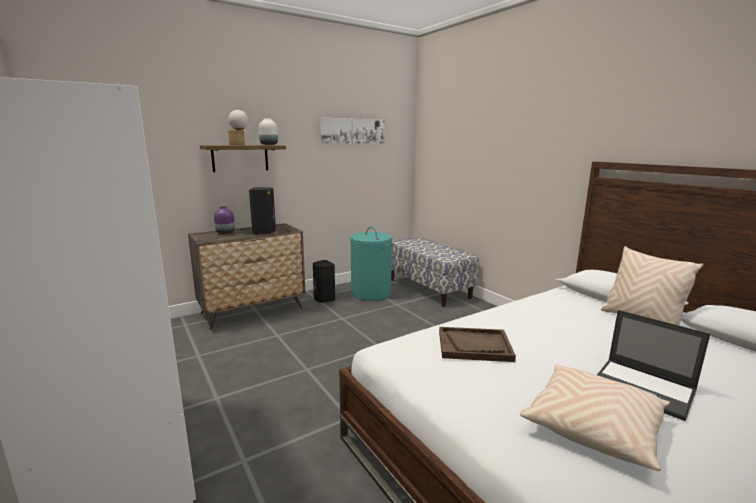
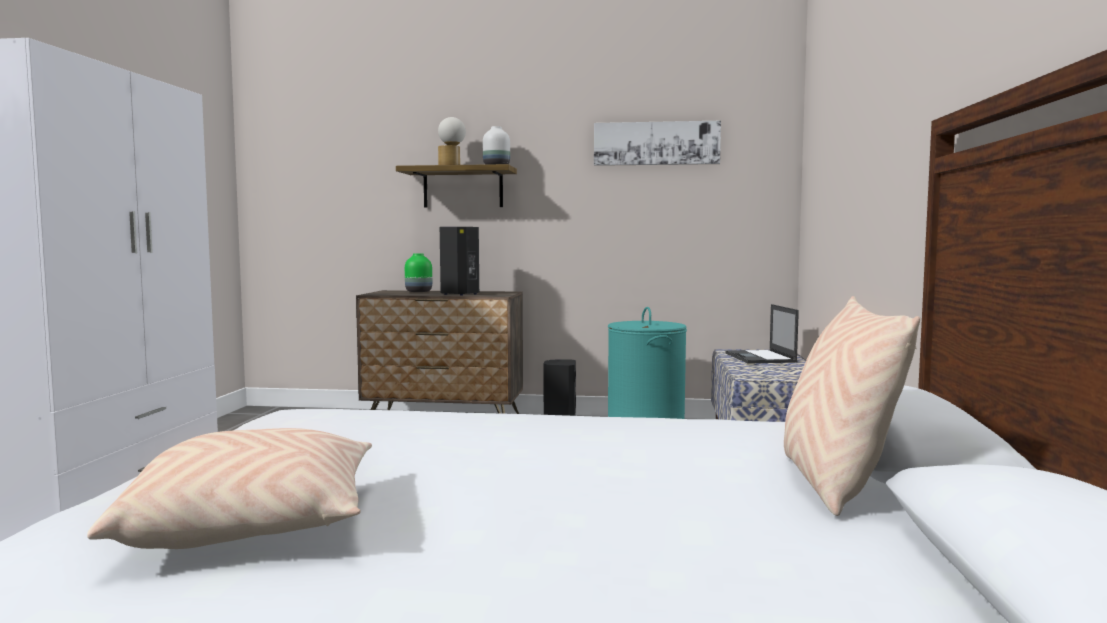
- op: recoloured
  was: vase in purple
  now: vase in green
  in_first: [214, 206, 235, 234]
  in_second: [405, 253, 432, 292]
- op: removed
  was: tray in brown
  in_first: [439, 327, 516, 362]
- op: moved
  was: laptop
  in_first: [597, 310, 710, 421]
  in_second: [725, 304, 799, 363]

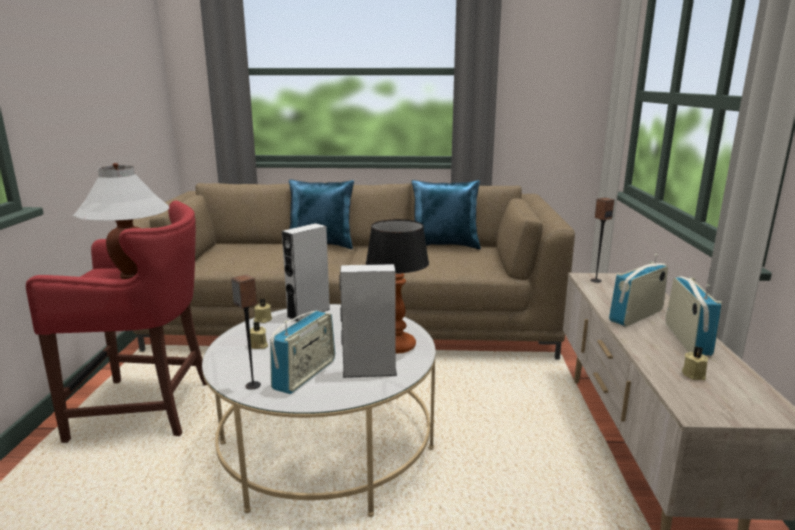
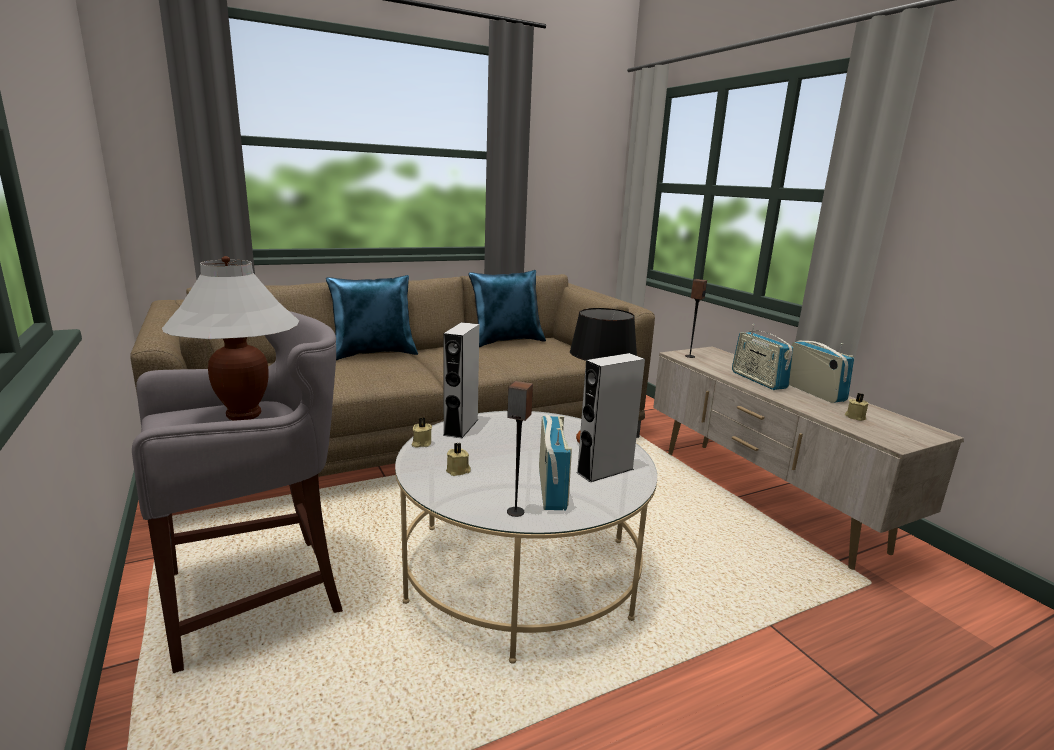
- op: recoloured
  was: stool in red
  now: stool in grey
  in_first: [26, 200, 207, 443]
  in_second: [132, 311, 343, 673]
- op: turned
  was: radio
  in_first: [609, 254, 668, 327]
  in_second: [732, 324, 794, 390]
  clockwise: -45

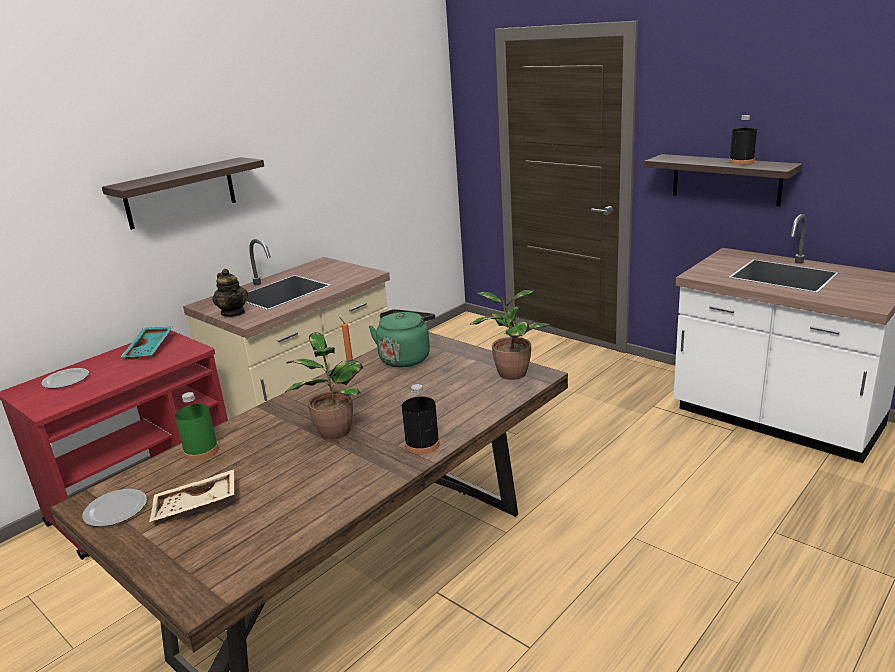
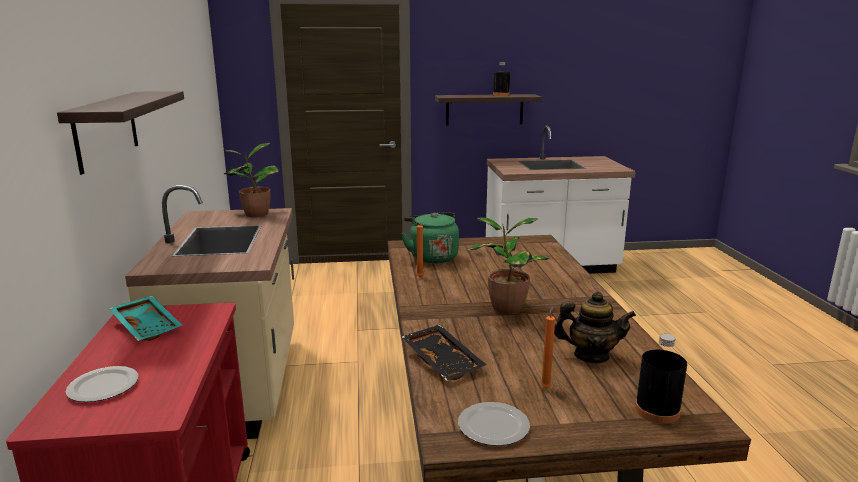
- op: replaced
  was: tray in beige
  now: candle in orange
  in_first: [149, 469, 234, 522]
  in_second: [541, 306, 555, 389]
- op: replaced
  was: bottle in green
  now: tray in black
  in_first: [175, 392, 219, 461]
  in_second: [402, 324, 487, 381]
- op: moved
  was: teapot
  in_first: [212, 269, 248, 317]
  in_second: [554, 291, 636, 363]
- op: moved
  was: bottle in black
  in_first: [402, 384, 440, 455]
  in_second: [635, 334, 687, 424]
- op: moved
  was: potted plant
  in_first: [470, 290, 549, 380]
  in_second: [223, 143, 280, 217]

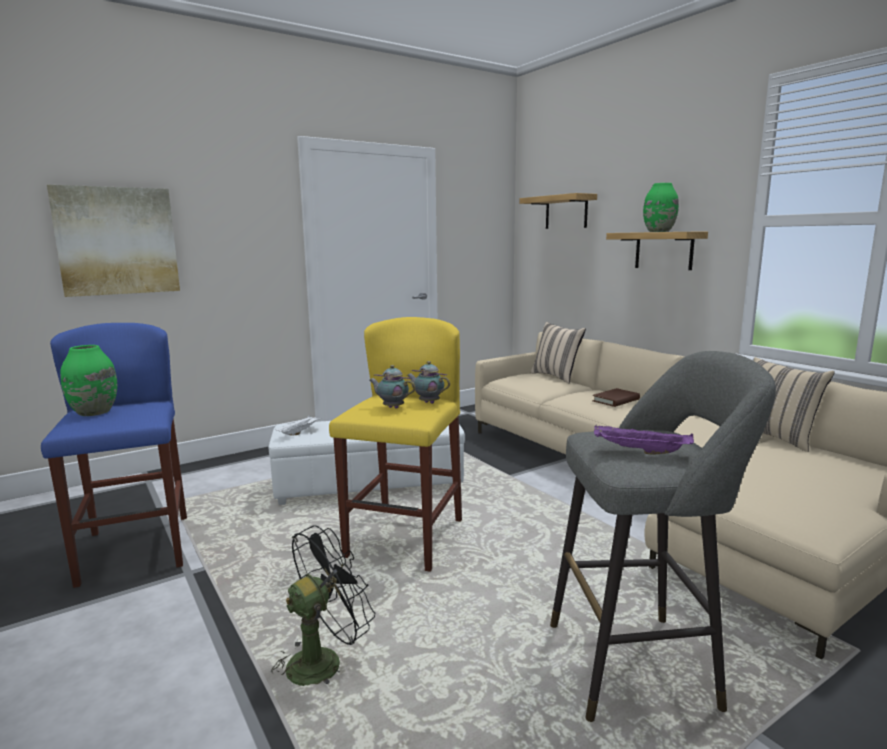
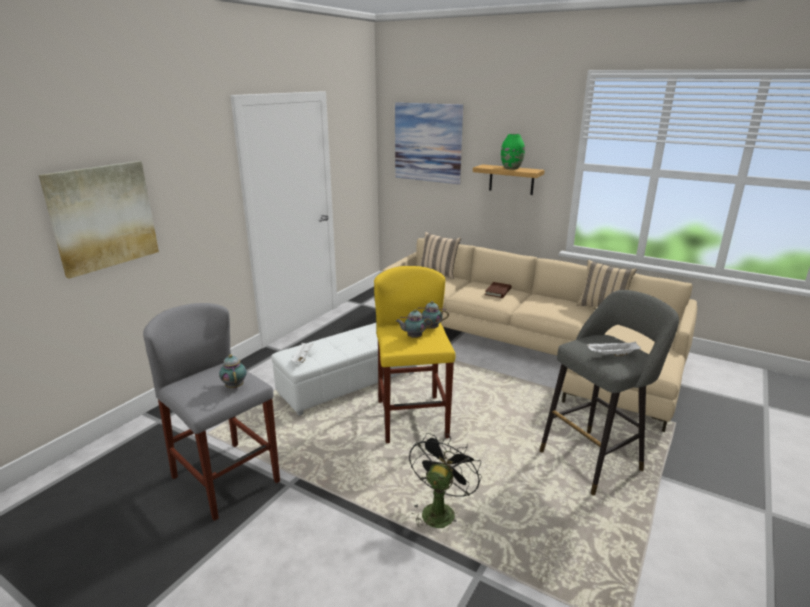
- op: recoloured
  was: stool in blue
  now: stool in grey
  in_first: [41, 323, 187, 588]
  in_second: [143, 303, 280, 521]
- op: removed
  was: vase in green
  in_first: [60, 345, 117, 416]
- op: replaced
  was: shelf
  now: picture
  in_first: [519, 193, 597, 229]
  in_second: [395, 103, 463, 184]
- op: recoloured
  was: tray in purple
  now: tray in white
  in_first: [594, 425, 694, 455]
  in_second: [587, 341, 641, 356]
- op: added
  now: teapot
  in_second: [219, 354, 247, 389]

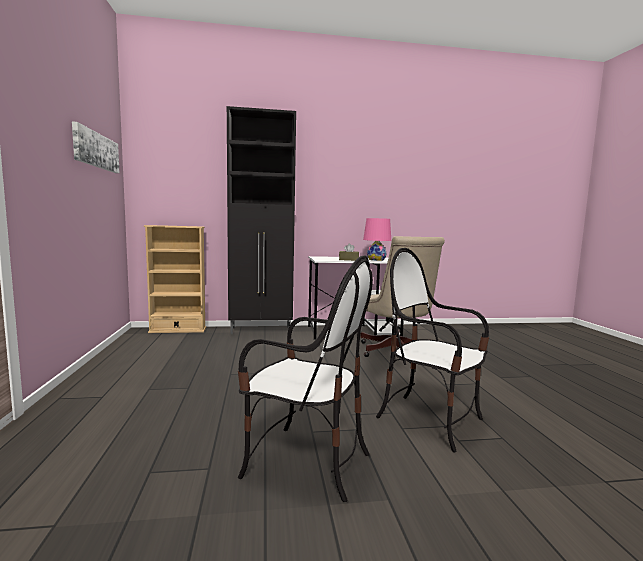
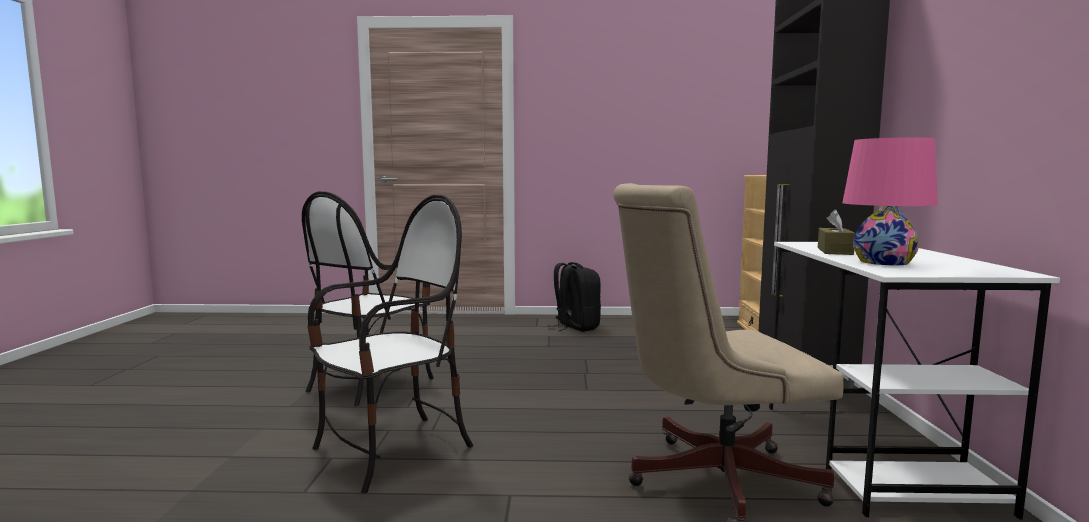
- op: removed
  was: picture
  in_first: [72, 121, 119, 173]
- op: added
  now: backpack in black
  in_second: [554, 262, 601, 332]

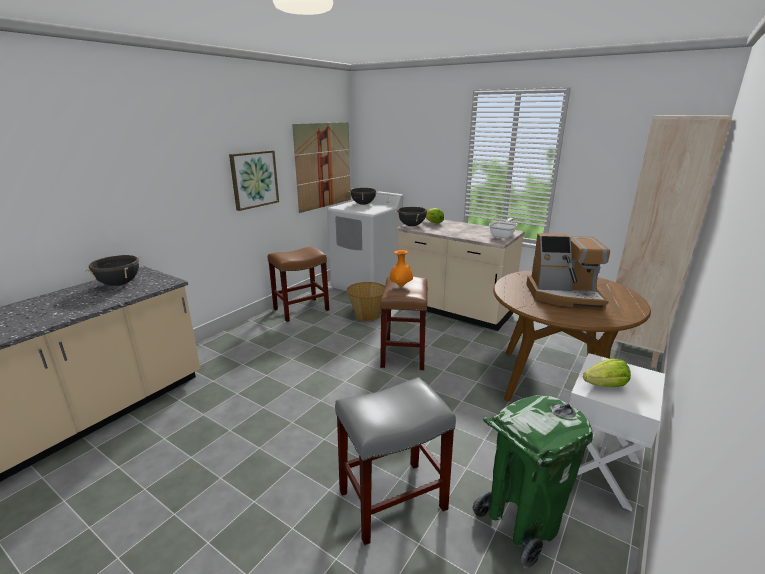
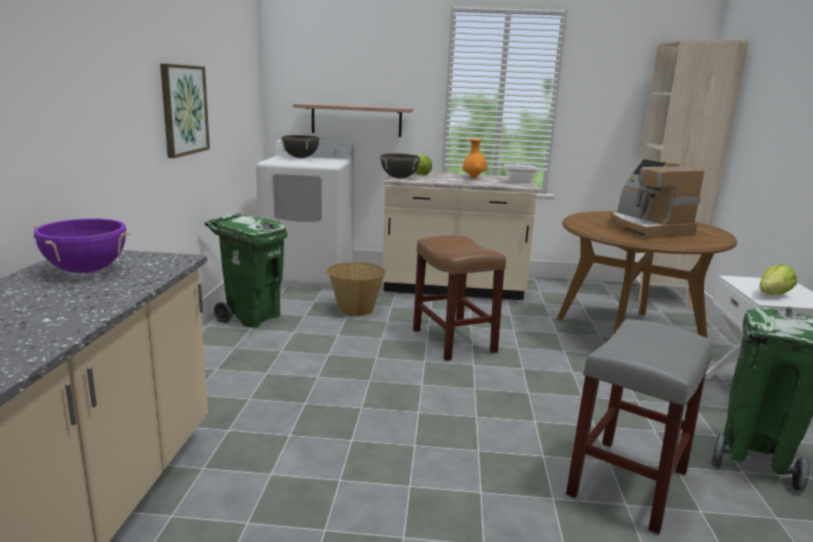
- op: recoloured
  was: cooking pot in black
  now: cooking pot in purple
  in_first: [84, 255, 142, 286]
  in_second: [34, 218, 130, 273]
- op: replaced
  was: stool in brown
  now: trash can in green
  in_first: [268, 247, 329, 322]
  in_second: [204, 214, 287, 328]
- op: removed
  was: picture
  in_first: [292, 122, 351, 213]
- op: moved
  was: vase in orange
  in_first: [390, 250, 413, 287]
  in_second: [462, 139, 487, 178]
- op: turned
  was: coffee machine
  in_first: [526, 233, 610, 310]
  in_second: [610, 159, 704, 239]
  clockwise: 90
- op: added
  now: shelf
  in_second: [293, 103, 413, 137]

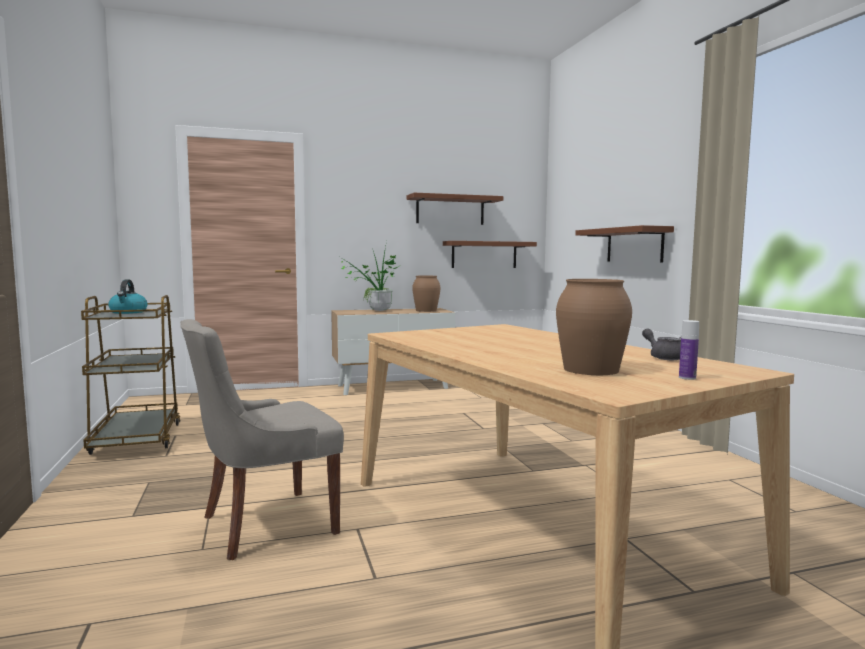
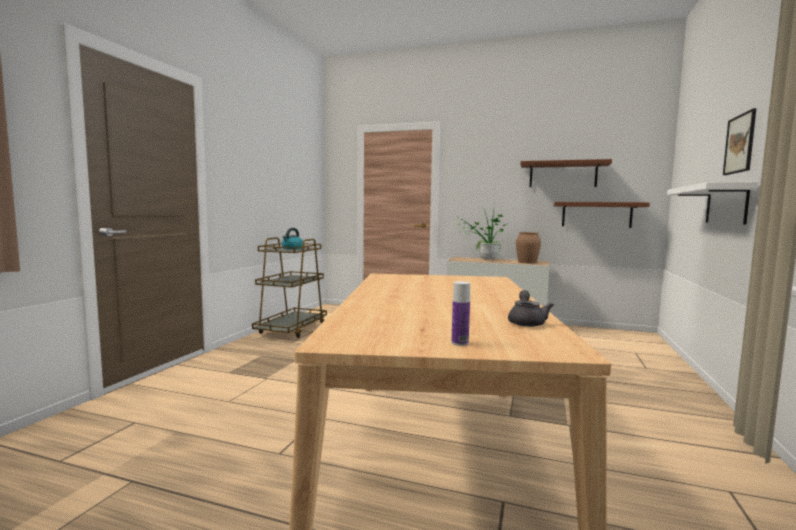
- op: removed
  was: chair in grey
  in_first: [180, 319, 344, 560]
- op: removed
  was: vase in brown
  in_first: [556, 279, 632, 375]
- op: recoloured
  was: shelf in brown
  now: shelf in white
  in_first: [575, 225, 674, 263]
  in_second: [667, 182, 758, 224]
- op: added
  now: picture
  in_second: [723, 108, 756, 175]

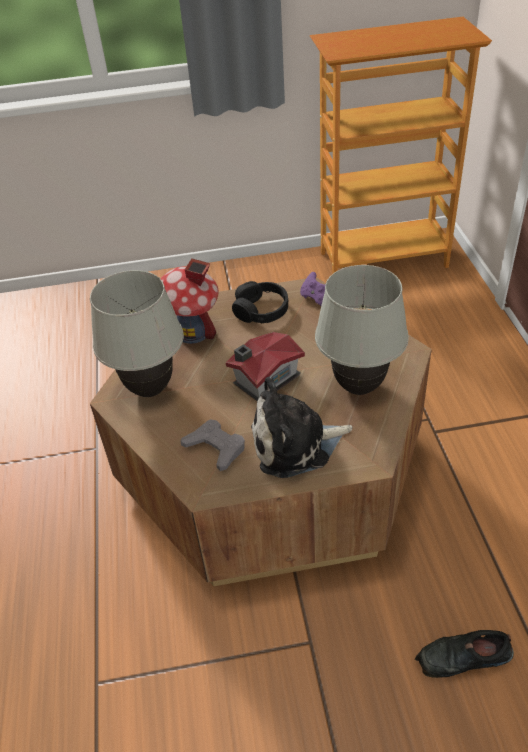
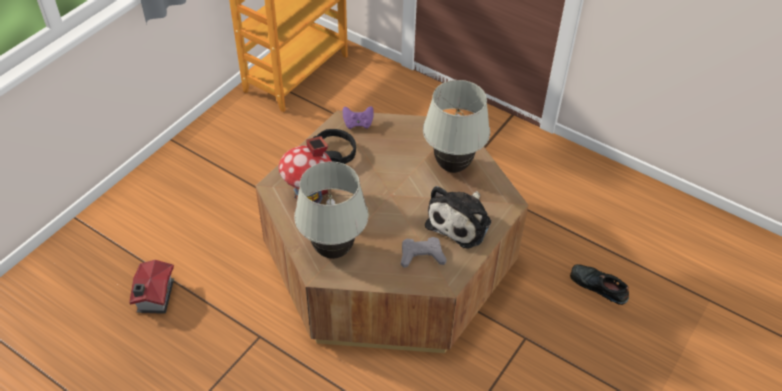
- op: moved
  was: toy house
  in_first: [226, 332, 305, 401]
  in_second: [129, 260, 174, 314]
- op: turned
  was: shoe in black
  in_first: [414, 630, 514, 678]
  in_second: [570, 264, 629, 305]
  clockwise: 90

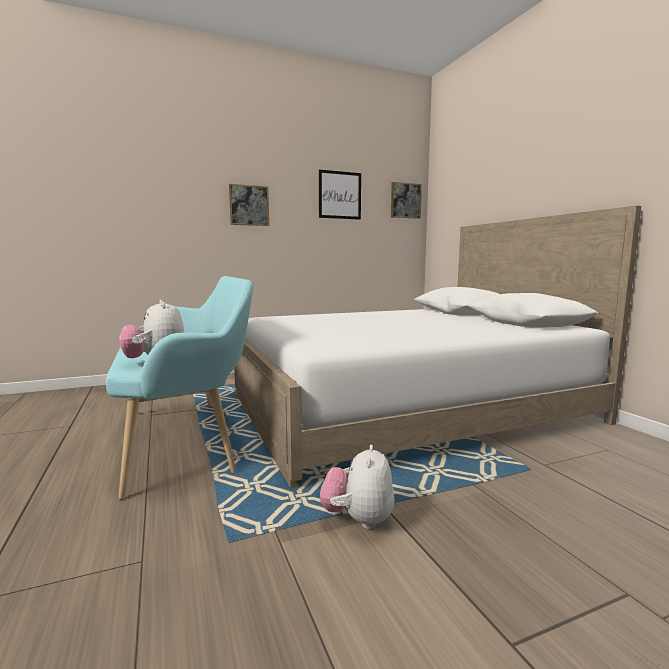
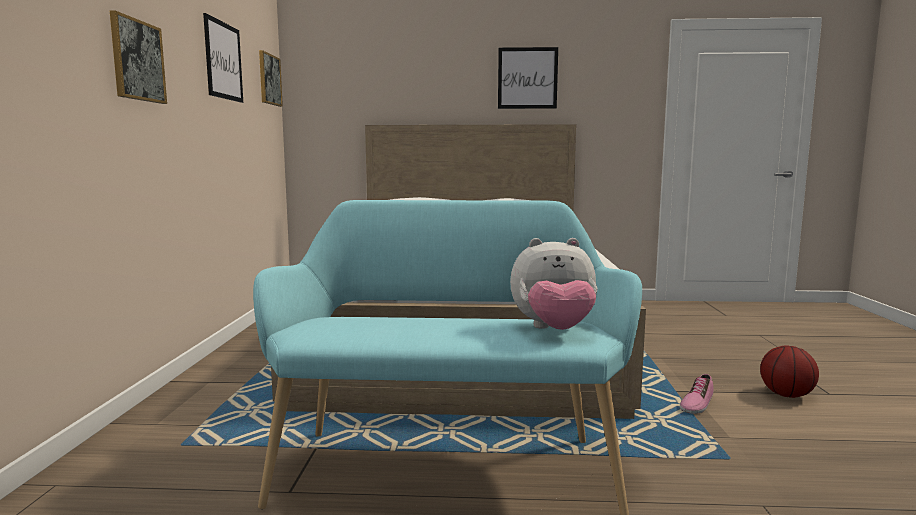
- op: replaced
  was: plush toy
  now: shoe
  in_first: [320, 445, 394, 529]
  in_second: [680, 374, 714, 414]
- op: added
  now: picture
  in_second: [498, 47, 558, 109]
- op: added
  now: basketball
  in_second: [760, 346, 819, 398]

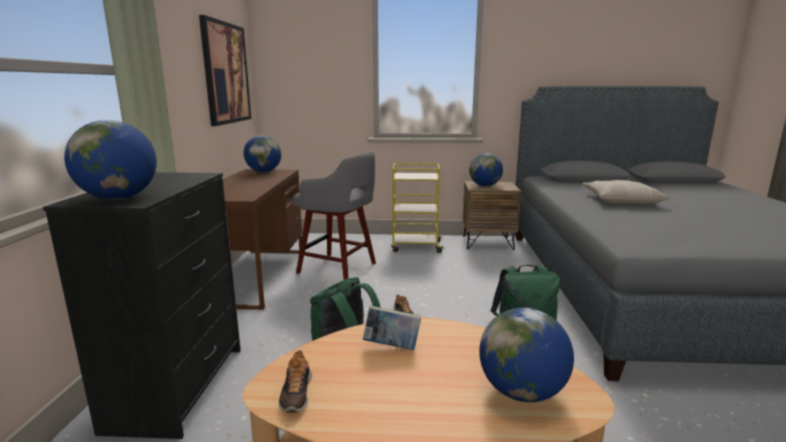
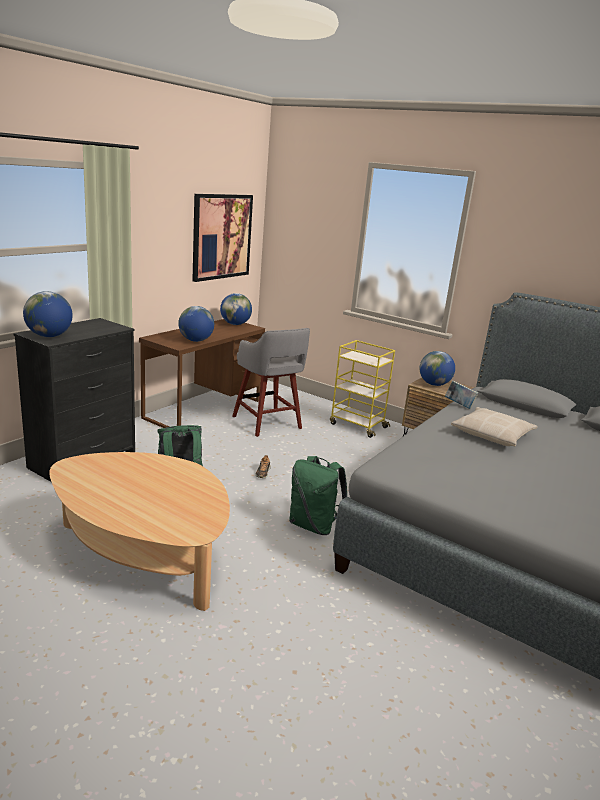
- op: removed
  was: shoe
  in_first: [279, 350, 312, 413]
- op: moved
  was: book
  in_first: [363, 305, 421, 350]
  in_second: [445, 381, 478, 409]
- op: moved
  was: globe
  in_first: [479, 308, 574, 402]
  in_second: [178, 306, 214, 342]

